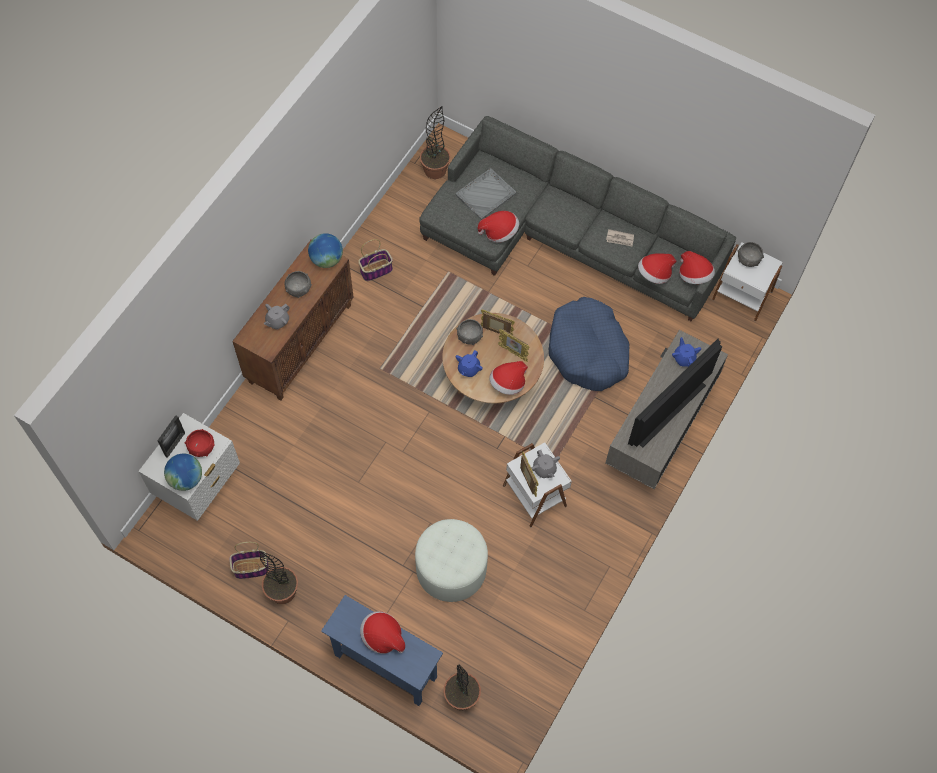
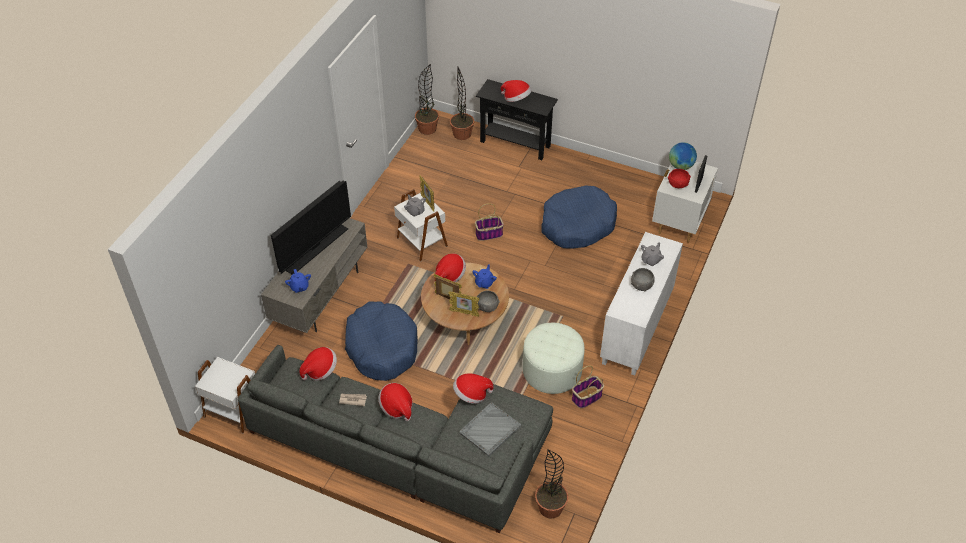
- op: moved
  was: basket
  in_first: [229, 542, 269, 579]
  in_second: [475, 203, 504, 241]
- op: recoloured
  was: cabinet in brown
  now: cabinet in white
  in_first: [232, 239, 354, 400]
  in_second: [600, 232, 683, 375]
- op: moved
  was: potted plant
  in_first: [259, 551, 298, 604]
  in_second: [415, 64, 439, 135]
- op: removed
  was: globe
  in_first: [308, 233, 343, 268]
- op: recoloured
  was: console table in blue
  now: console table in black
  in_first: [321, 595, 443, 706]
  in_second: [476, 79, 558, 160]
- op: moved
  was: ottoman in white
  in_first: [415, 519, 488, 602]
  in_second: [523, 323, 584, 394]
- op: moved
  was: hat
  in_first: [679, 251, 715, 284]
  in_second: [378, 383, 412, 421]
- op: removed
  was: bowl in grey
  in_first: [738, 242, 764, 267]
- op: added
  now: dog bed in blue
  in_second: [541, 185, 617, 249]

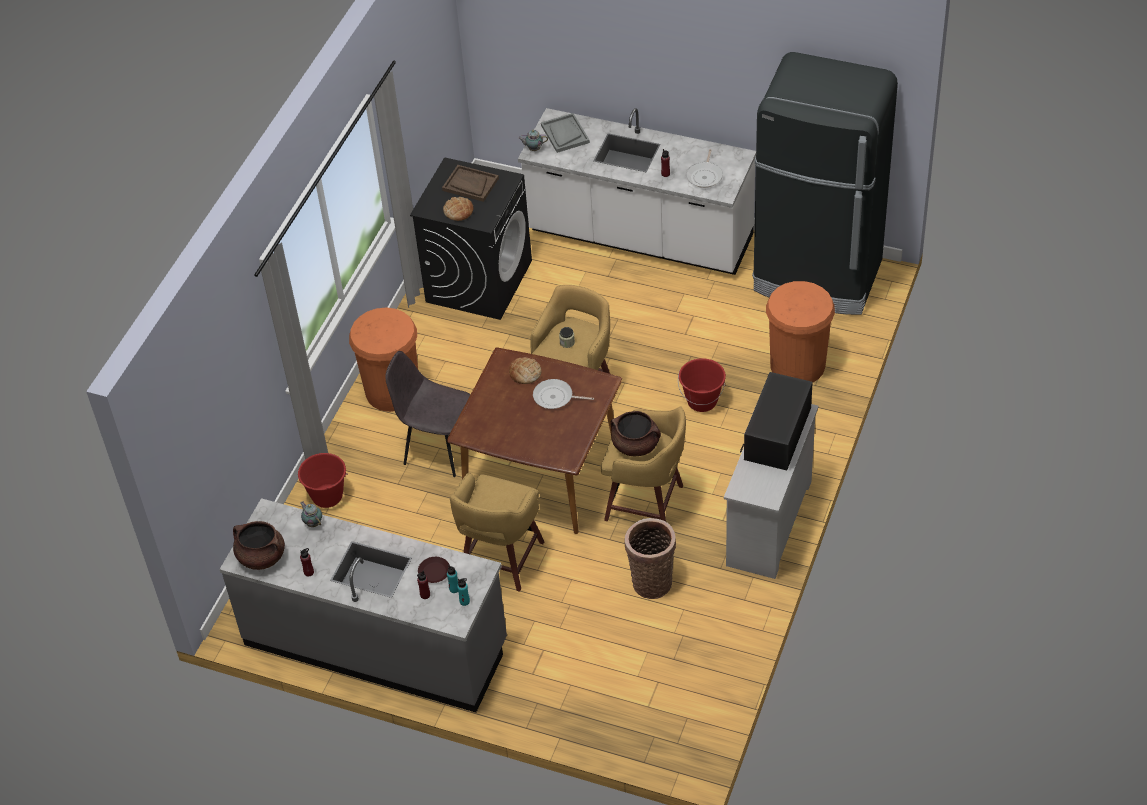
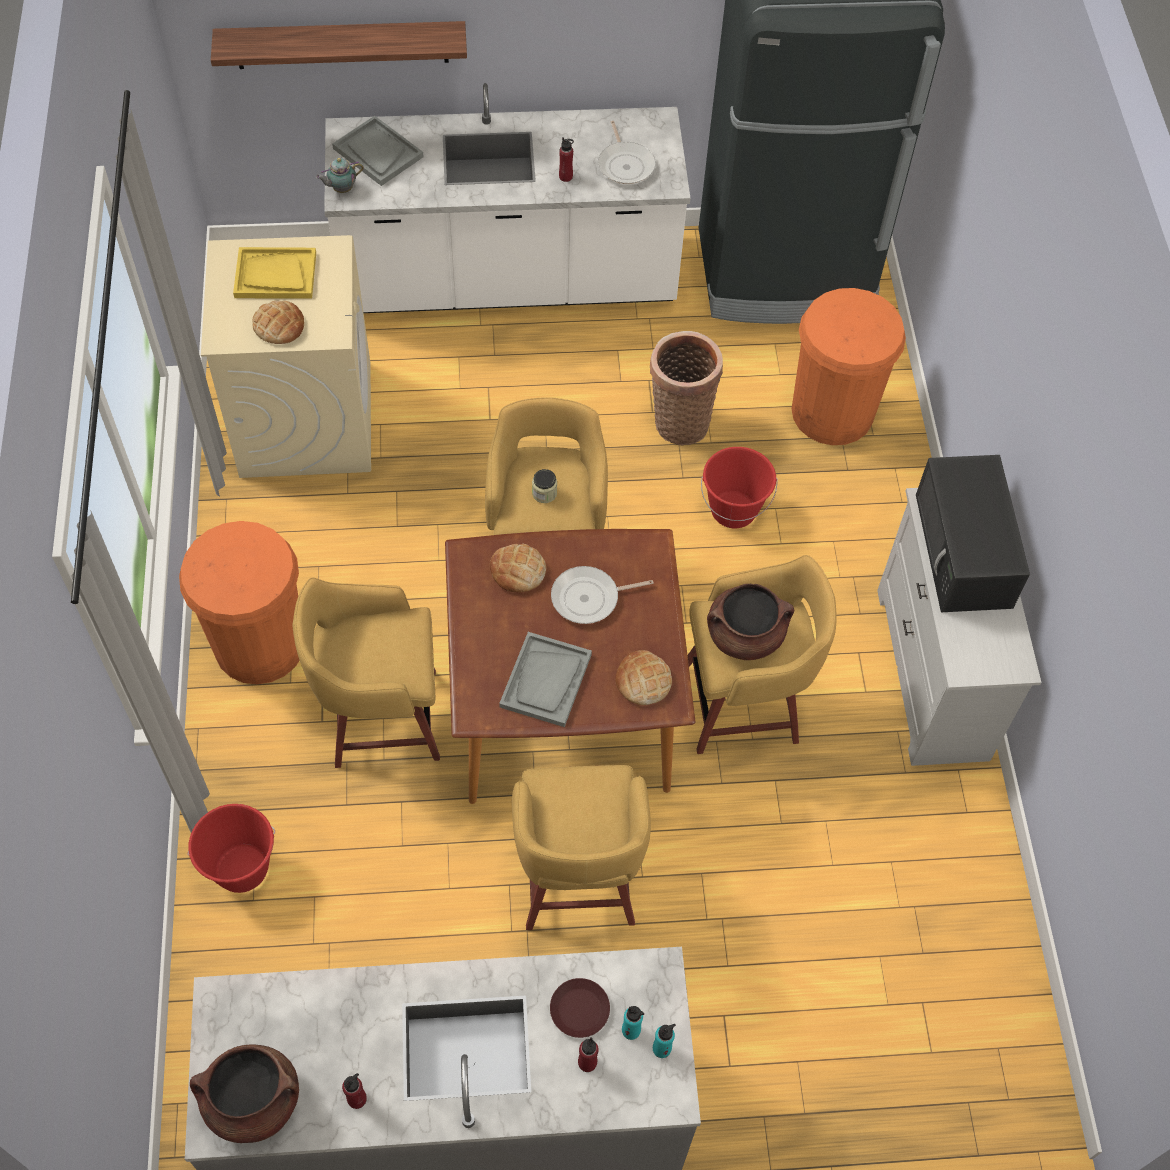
- op: removed
  was: teapot
  in_first: [300, 501, 322, 527]
- op: replaced
  was: chair in grey
  now: stool in yellow
  in_first: [385, 351, 470, 477]
  in_second: [293, 578, 440, 768]
- op: recoloured
  was: washing machine in black
  now: washing machine in beige
  in_first: [410, 157, 532, 320]
  in_second: [201, 235, 371, 478]
- op: recoloured
  was: tray in brown
  now: tray in yellow
  in_first: [442, 165, 499, 202]
  in_second: [233, 247, 316, 299]
- op: moved
  was: basket
  in_first: [625, 518, 676, 599]
  in_second: [650, 331, 723, 445]
- op: added
  now: shelf
  in_second: [211, 21, 467, 69]
- op: added
  now: tray in grey
  in_second: [499, 632, 592, 727]
- op: added
  now: bread
  in_second: [615, 650, 672, 705]

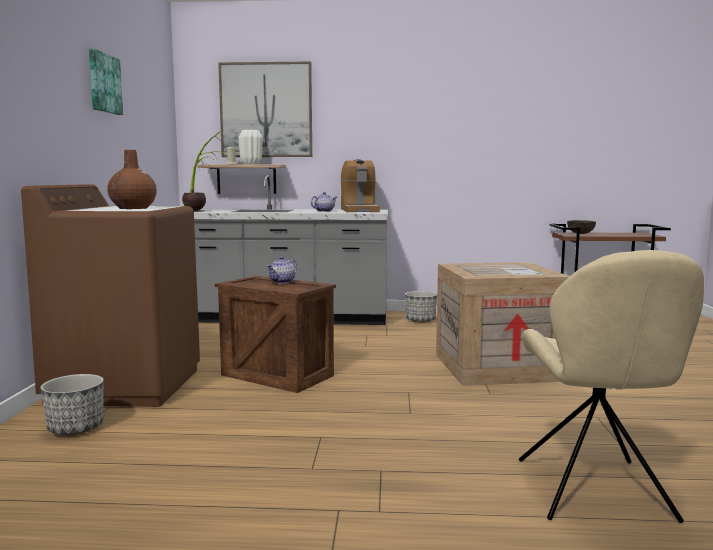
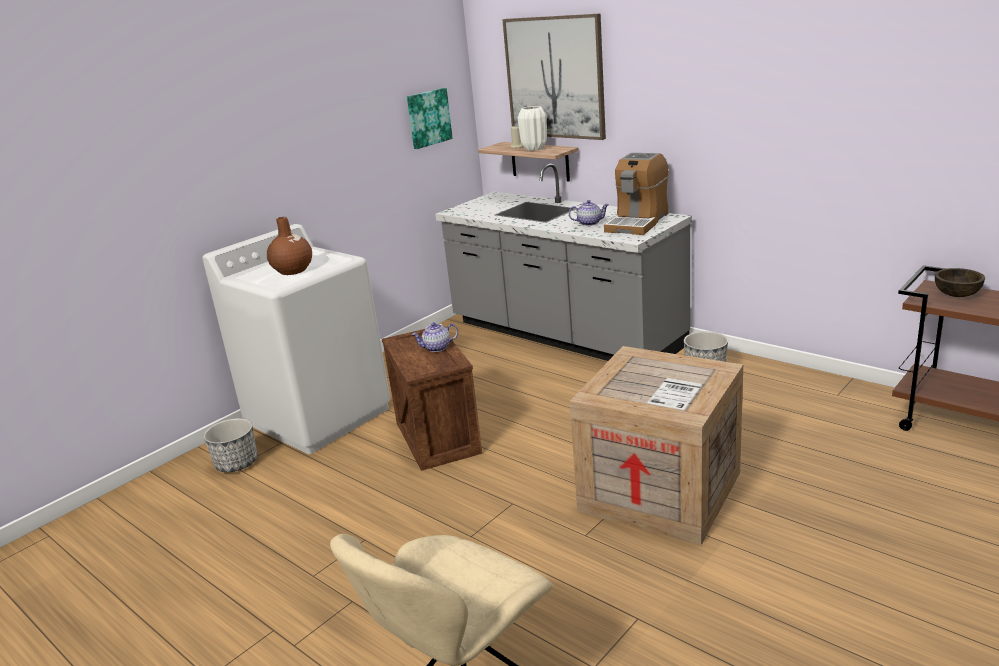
- op: recoloured
  was: washing machine in brown
  now: washing machine in white
  in_first: [21, 184, 200, 407]
  in_second: [202, 224, 390, 454]
- op: moved
  was: picture
  in_first: [89, 49, 123, 115]
  in_second: [407, 88, 453, 149]
- op: removed
  was: potted plant
  in_first: [182, 131, 226, 212]

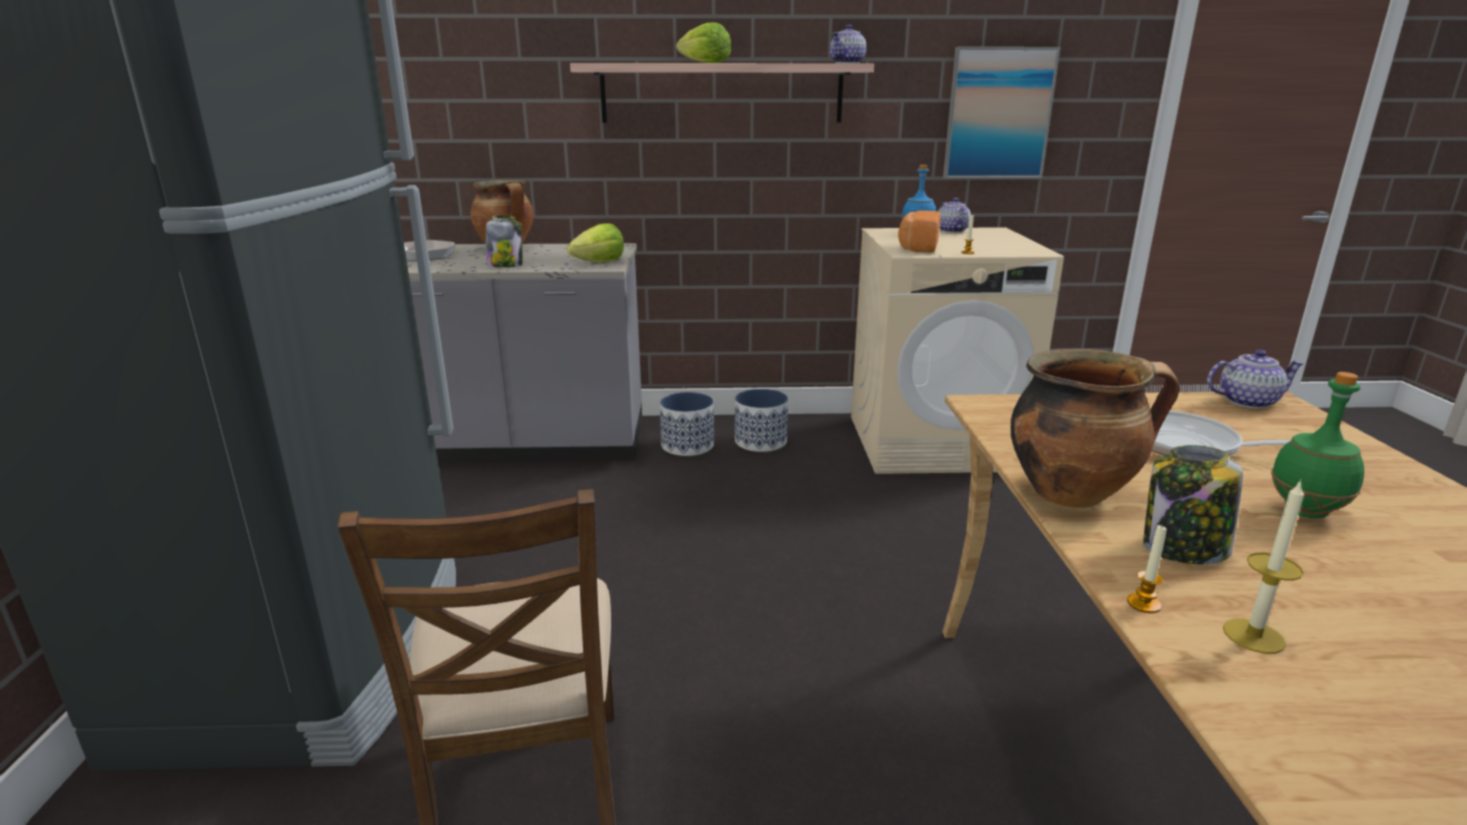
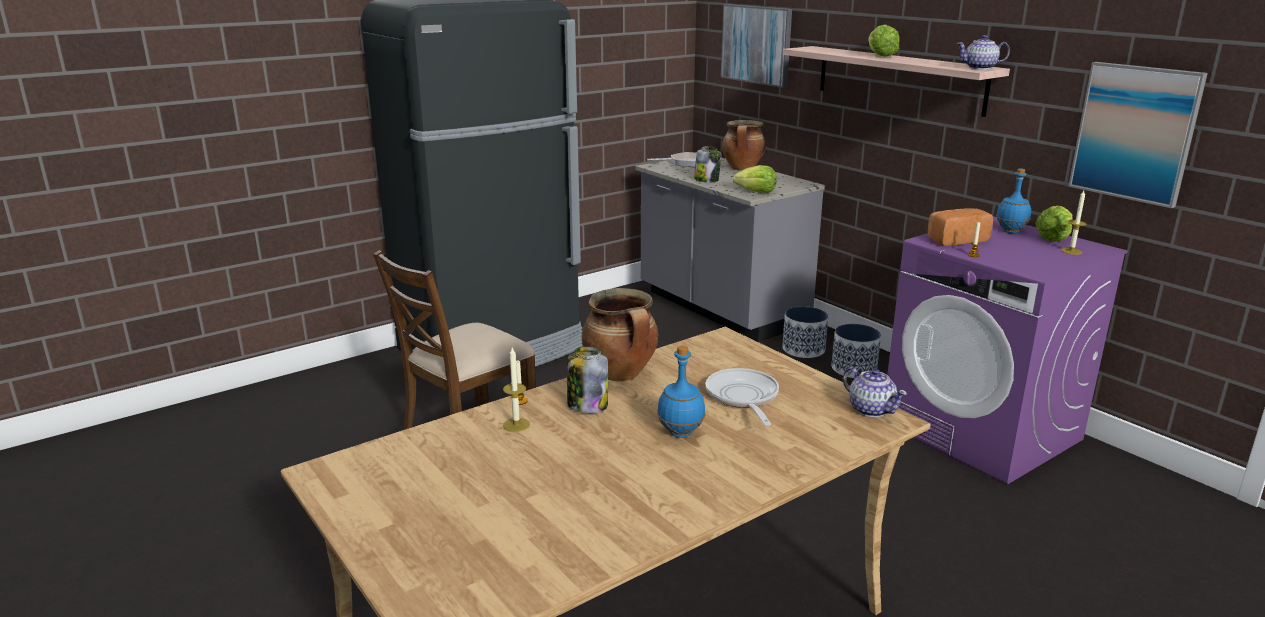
- op: recoloured
  was: washing machine in beige
  now: washing machine in purple
  in_first: [851, 227, 1064, 474]
  in_second: [887, 216, 1128, 484]
- op: replaced
  was: teapot
  now: lettuce
  in_first: [938, 198, 971, 233]
  in_second: [1035, 206, 1072, 241]
- op: recoloured
  was: bottle in green
  now: bottle in blue
  in_first: [1271, 372, 1364, 519]
  in_second: [657, 345, 705, 438]
- op: added
  now: picture
  in_second: [721, 4, 792, 88]
- op: added
  now: candle
  in_second: [1061, 191, 1087, 255]

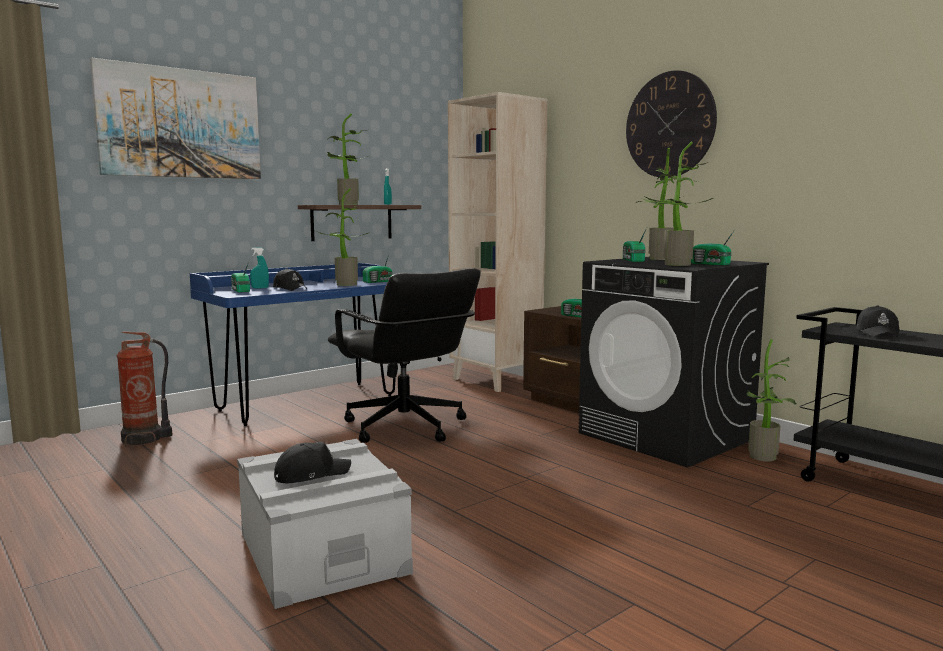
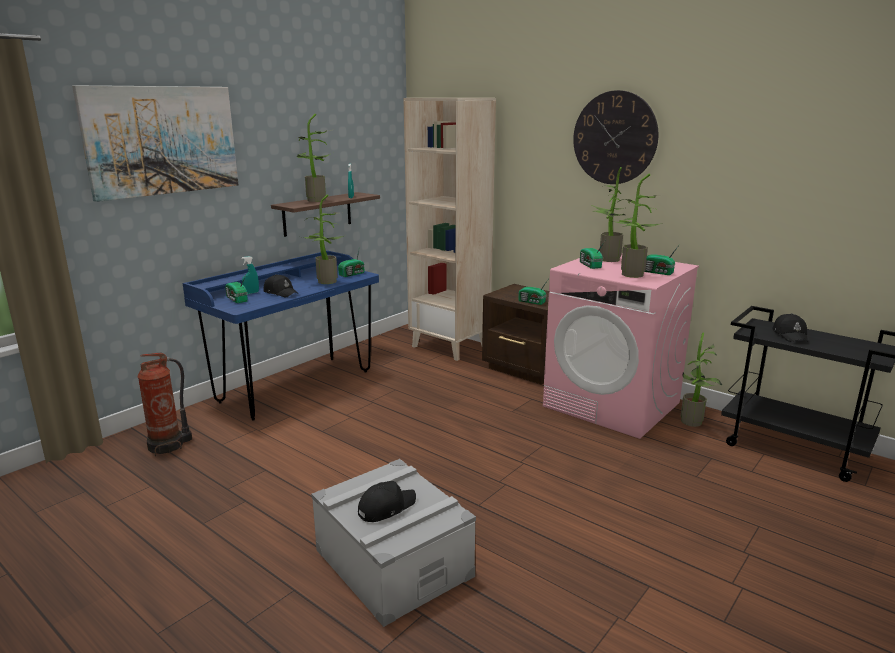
- op: removed
  was: office chair in black
  in_first: [328, 268, 481, 443]
- op: recoloured
  was: washing machine in black
  now: washing machine in pink
  in_first: [578, 257, 769, 467]
  in_second: [543, 254, 699, 439]

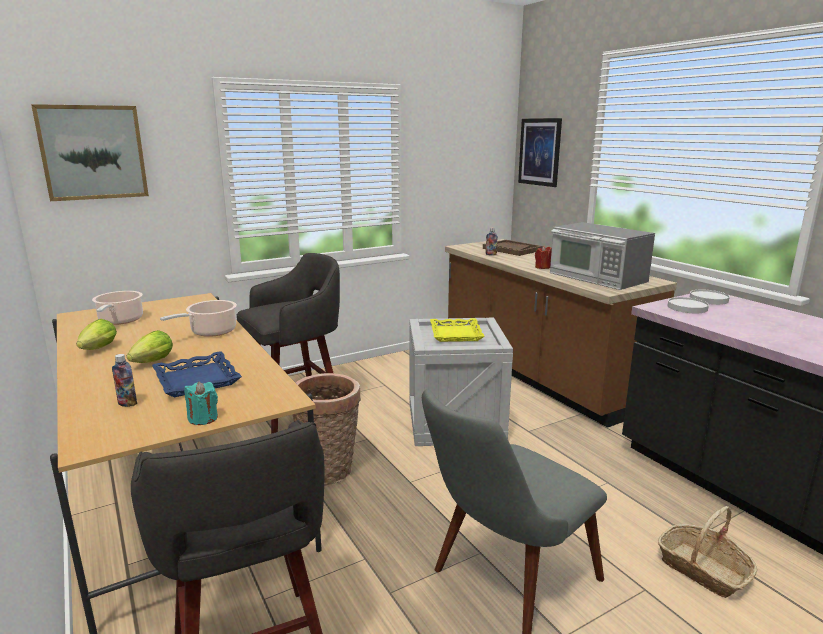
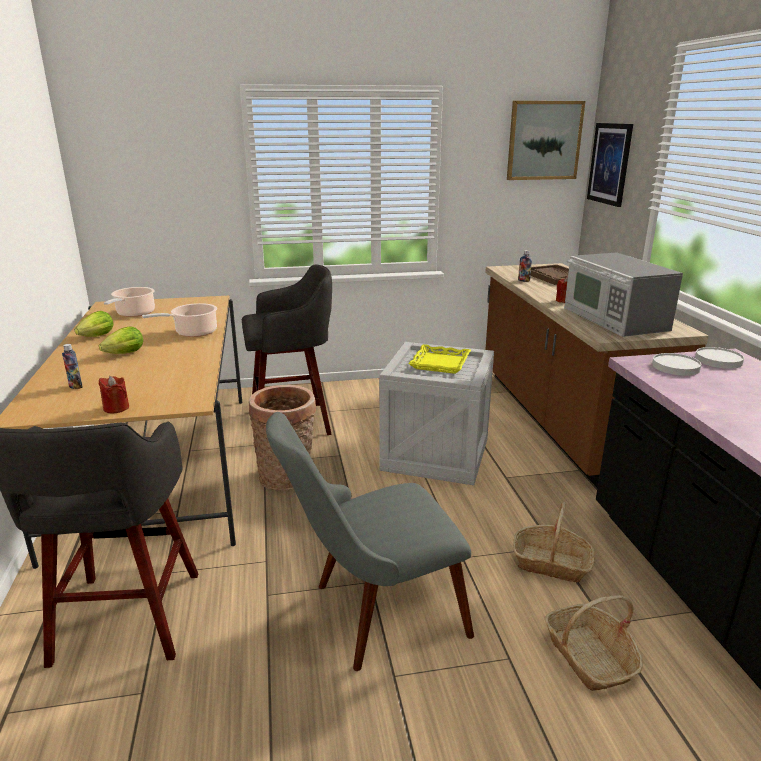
- op: moved
  was: picture
  in_first: [31, 104, 149, 201]
  in_second: [507, 101, 585, 180]
- op: removed
  was: tray in blue
  in_first: [152, 351, 242, 397]
- op: recoloured
  was: candle in turquoise
  now: candle in red
  in_first: [185, 382, 218, 425]
  in_second: [99, 376, 129, 414]
- op: added
  now: basket
  in_second: [513, 502, 595, 583]

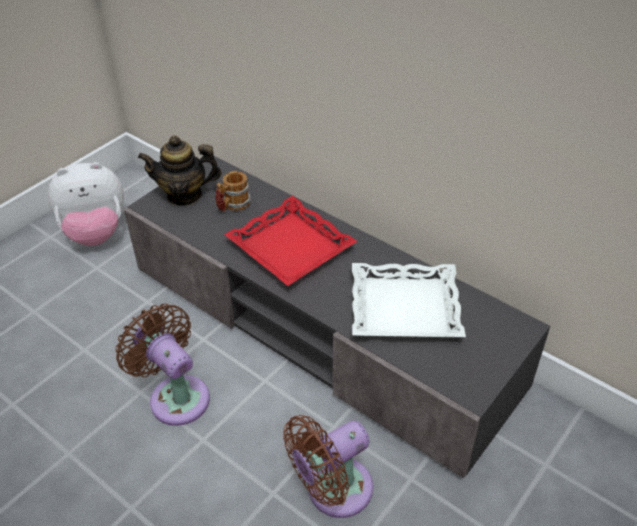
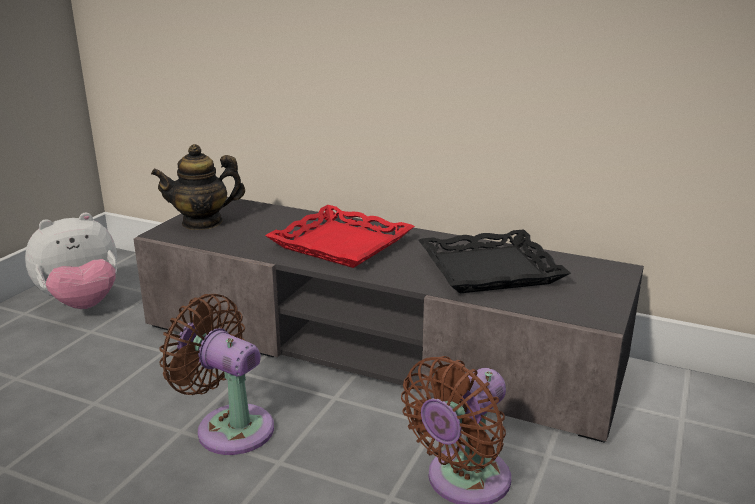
- op: removed
  was: mug
  in_first: [215, 171, 251, 212]
- op: recoloured
  was: tray in white
  now: tray in black
  in_first: [352, 263, 466, 337]
  in_second: [419, 229, 571, 293]

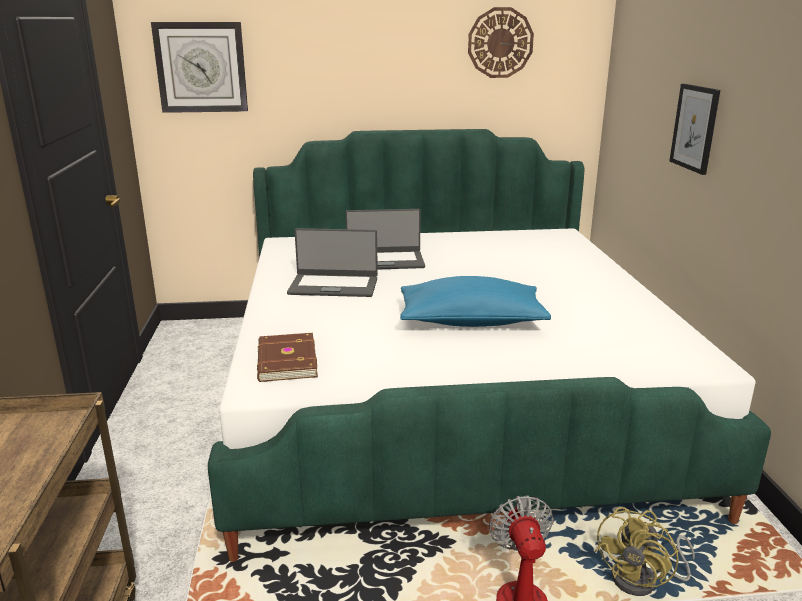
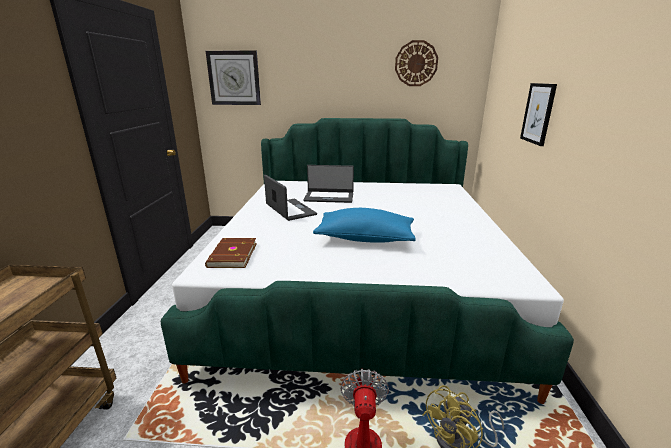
- op: turned
  was: laptop
  in_first: [287, 228, 378, 297]
  in_second: [264, 175, 317, 221]
  clockwise: -135

